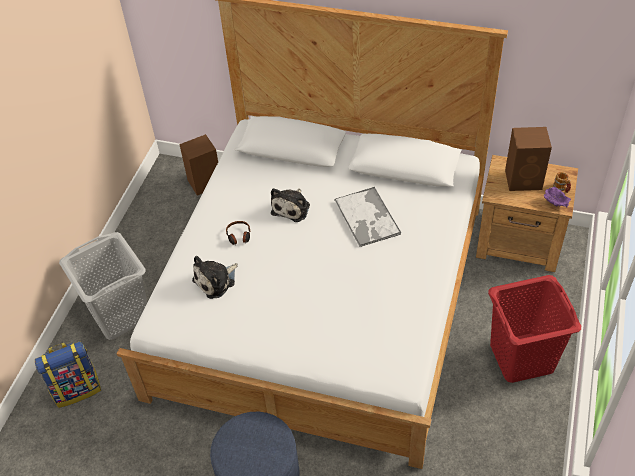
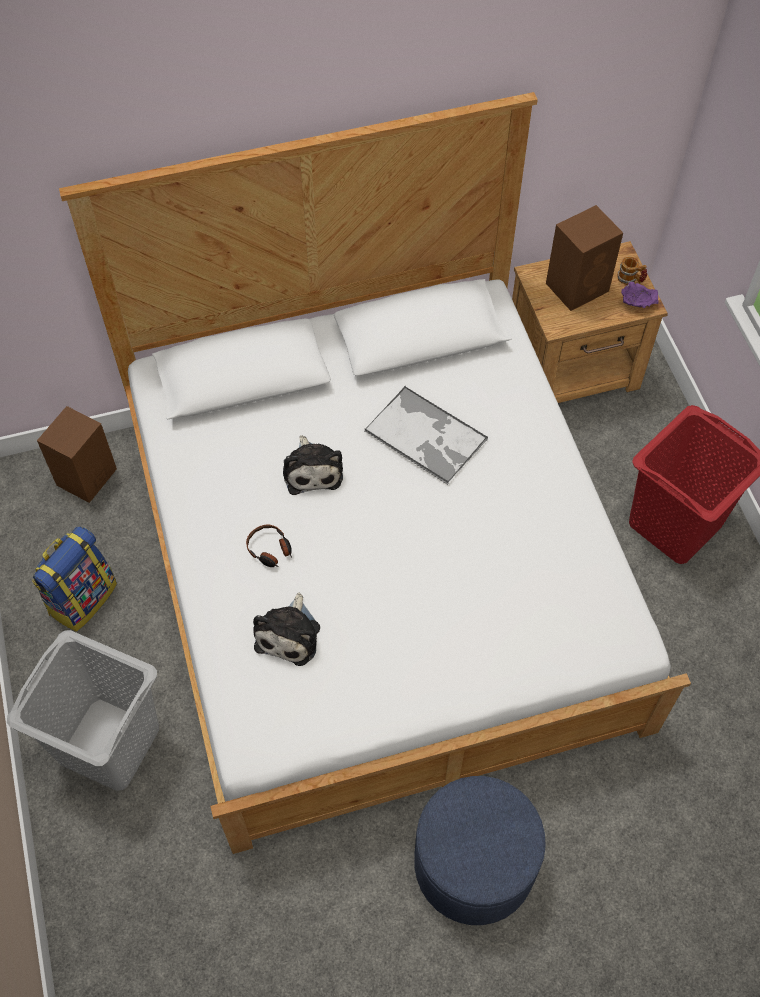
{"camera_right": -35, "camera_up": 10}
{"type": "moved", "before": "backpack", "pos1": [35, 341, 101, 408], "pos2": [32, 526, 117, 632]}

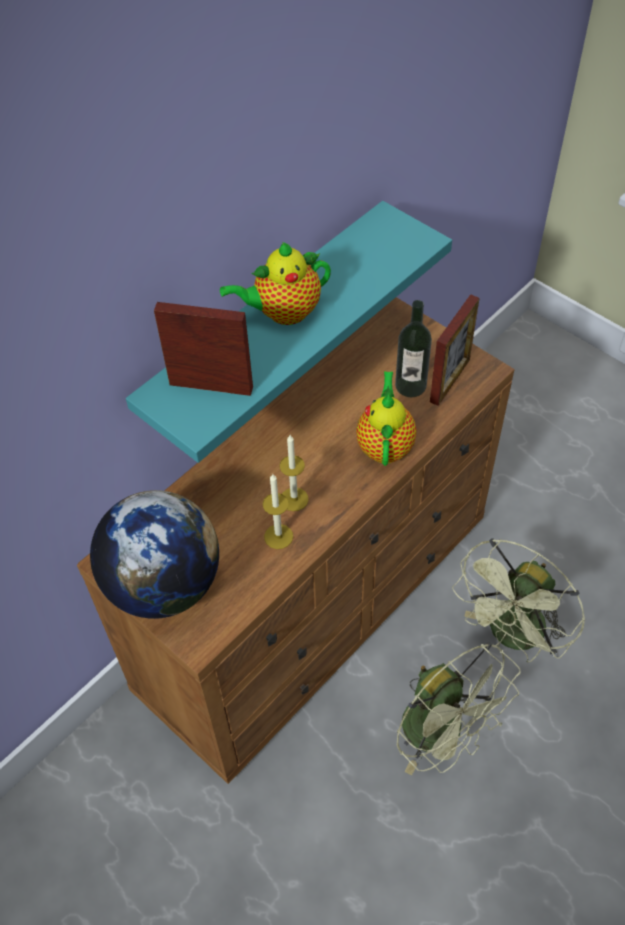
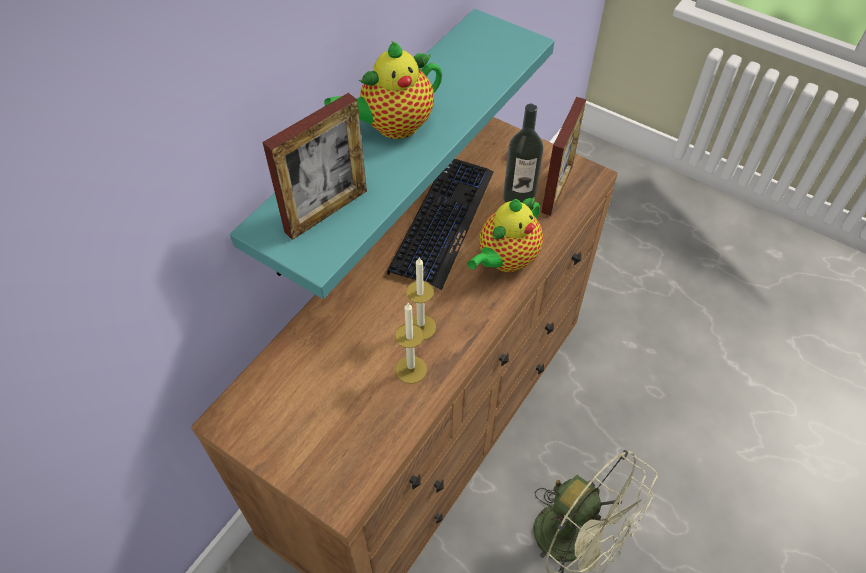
{"camera_right": -10, "camera_up": 0}
{"type": "removed", "before": "desk globe", "pos1": [90, 490, 219, 619]}
{"type": "turned", "before": "picture frame", "pos1": [154, 302, 253, 396], "pos2": [262, 93, 367, 240], "turn": 135}
{"type": "turned", "before": "pot for tea", "pos1": [356, 371, 417, 466], "pos2": [467, 196, 543, 272], "turn": -135}
{"type": "removed", "before": "greenish electric fan", "pos1": [452, 538, 585, 663]}
{"type": "added", "after": "PC keyboard", "pos2": [387, 159, 494, 290]}

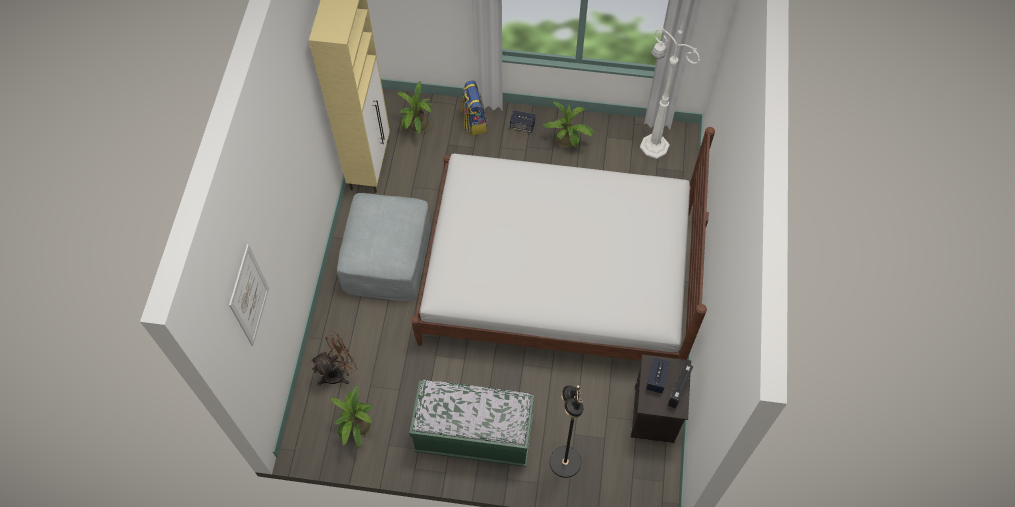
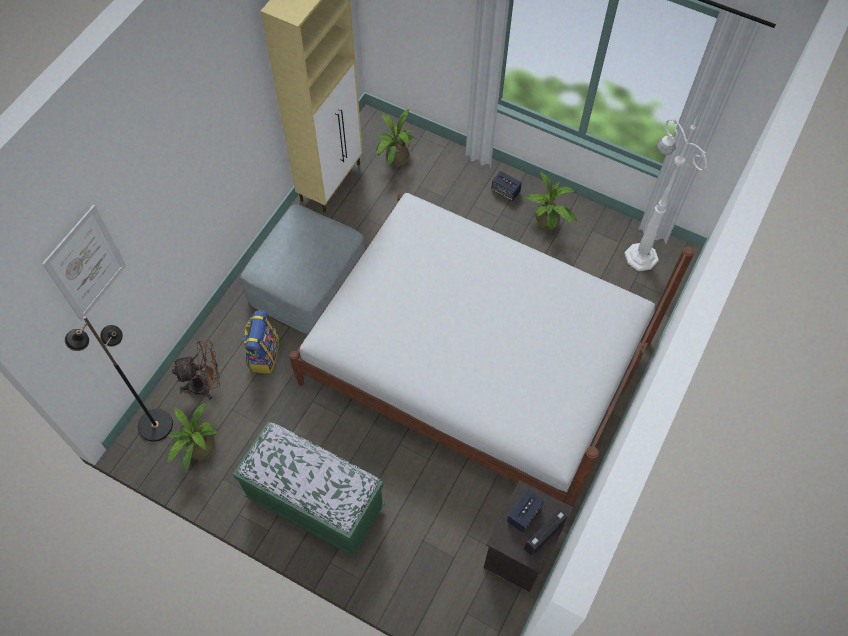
{"camera_right": 20, "camera_up": 0}
{"type": "moved", "before": "backpack", "pos1": [461, 80, 488, 135], "pos2": [243, 311, 279, 374]}
{"type": "moved", "before": "blackish standing lamp", "pos1": [550, 385, 583, 478], "pos2": [65, 316, 173, 442]}

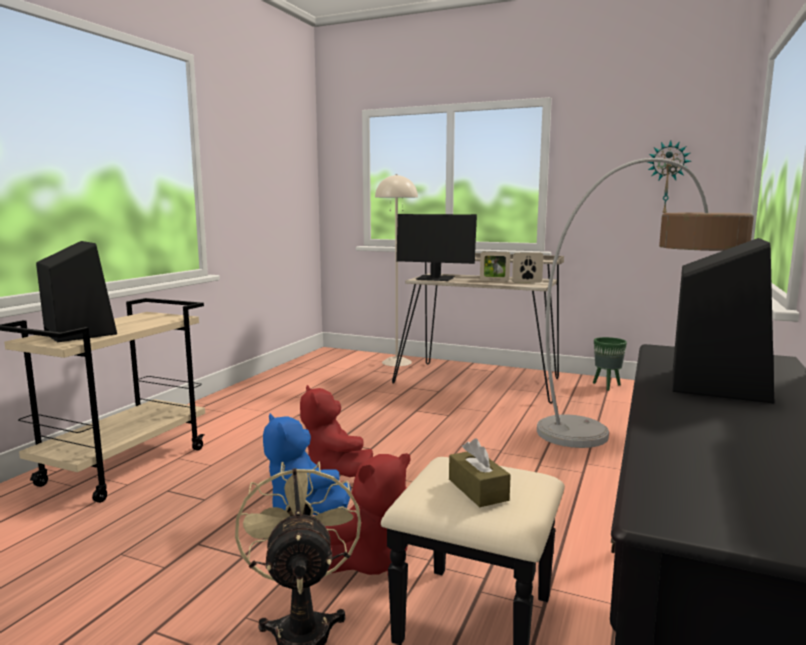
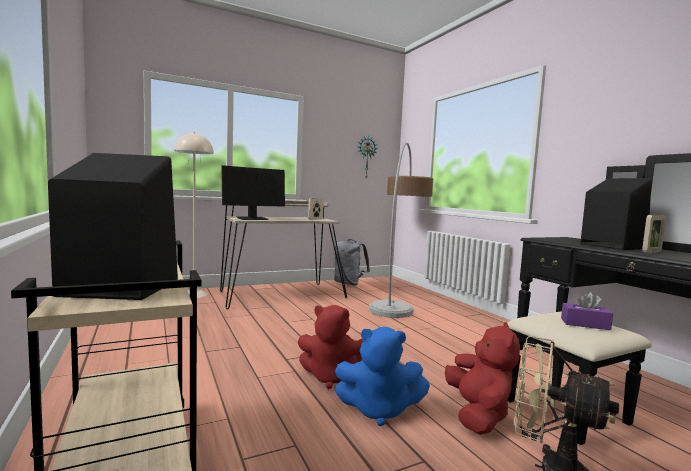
{"camera_right": -50, "camera_up": -5}
{"type": "recoloured", "before": "brown tissue holder", "after": "purplish tissue holder", "pos1": [449, 438, 511, 507], "pos2": [561, 292, 613, 330]}
{"type": "moved", "before": "picture frame", "pos1": [480, 251, 510, 282], "pos2": [642, 215, 666, 253]}
{"type": "replaced", "before": "greenish plant pot", "after": "grey backpack", "pos1": [593, 337, 627, 391], "pos2": [334, 239, 370, 285]}

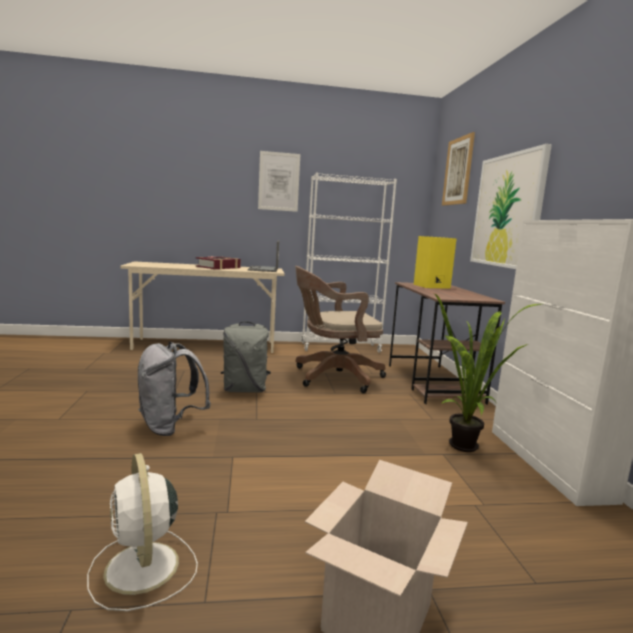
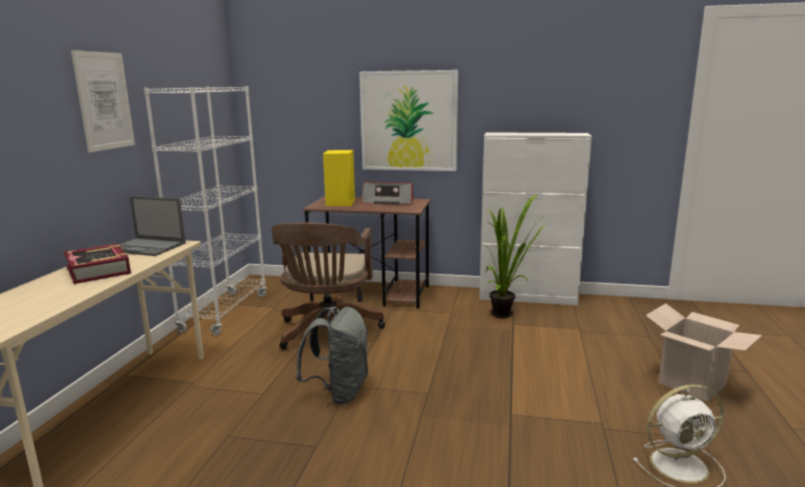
{"camera_right": -70, "camera_up": 5}
{"type": "removed", "before": "grey backpack", "pos1": [138, 342, 211, 436]}
{"type": "removed", "before": "wall art", "pos1": [442, 132, 475, 206]}
{"type": "added", "after": "radio", "pos2": [361, 182, 413, 205]}

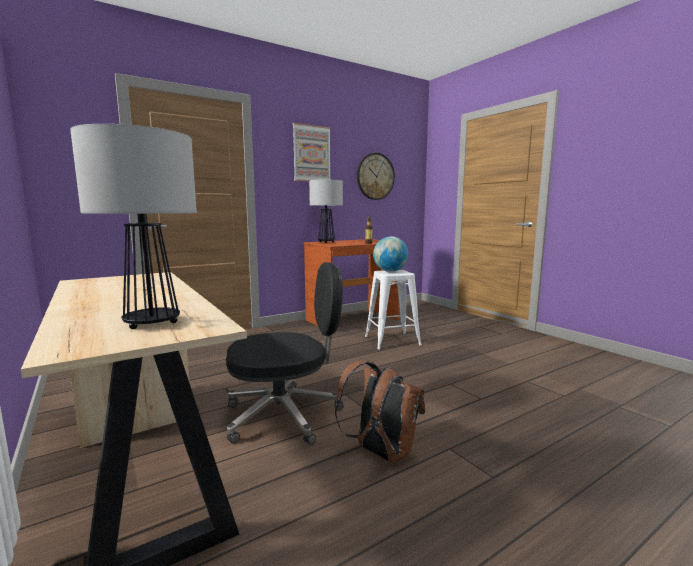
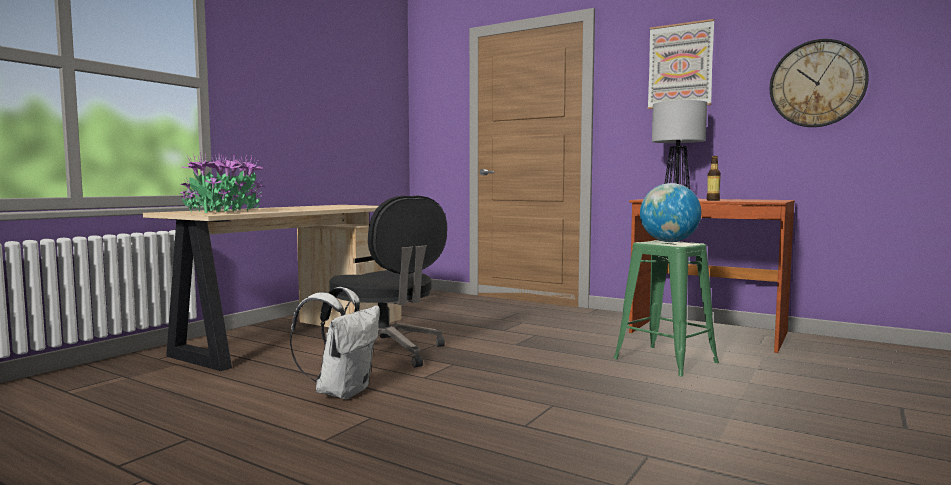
{"camera_right": 65, "camera_up": -5}
{"type": "replaced", "before": "lamp for a table", "after": "houseplant", "pos1": [70, 124, 197, 329], "pos2": [179, 152, 266, 213]}
{"type": "recoloured", "before": "brown backpack", "after": "white-coloured backpack", "pos1": [335, 361, 425, 463], "pos2": [290, 287, 380, 400]}
{"type": "recoloured", "before": "white-coloured sitting stool", "after": "greenish sitting stool", "pos1": [365, 270, 422, 349], "pos2": [614, 240, 719, 377]}

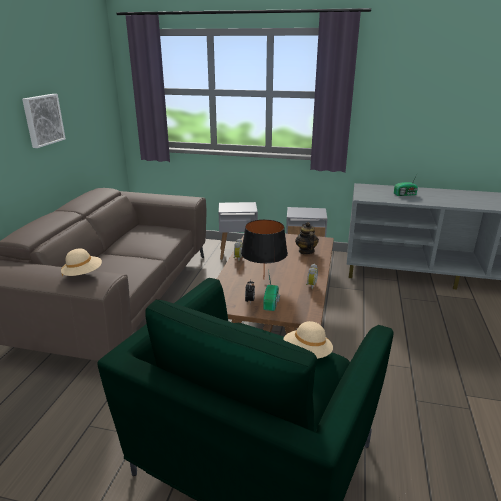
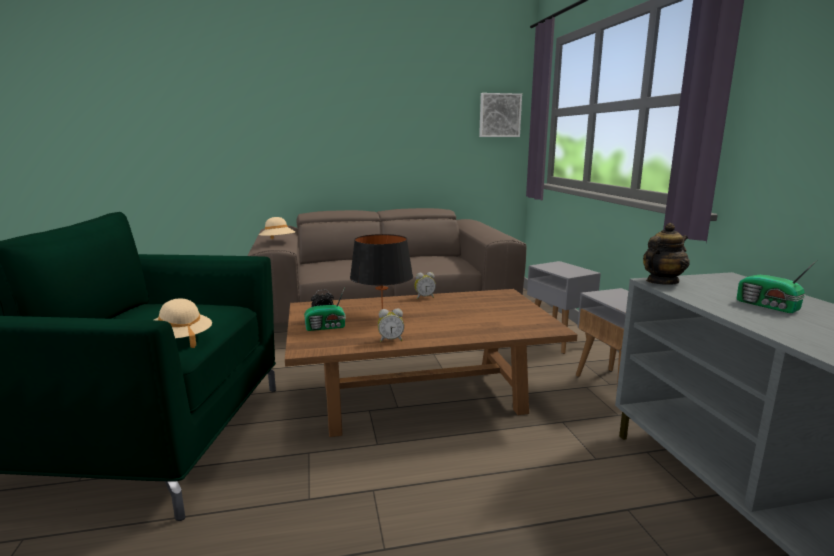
{"camera_right": 65, "camera_up": -10}
{"type": "moved", "before": "wall art", "pos1": [22, 94, 66, 148], "pos2": [479, 93, 522, 137]}
{"type": "moved", "before": "pot for tea", "pos1": [295, 222, 319, 255], "pos2": [643, 223, 690, 285]}

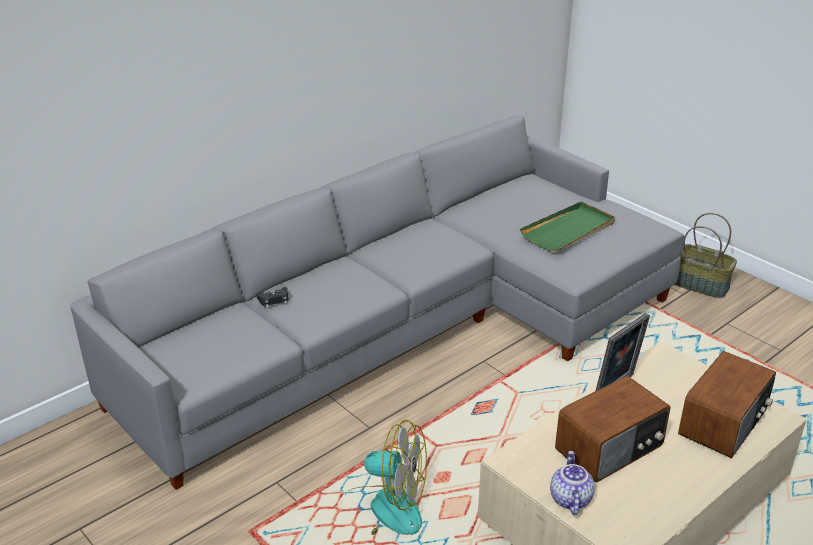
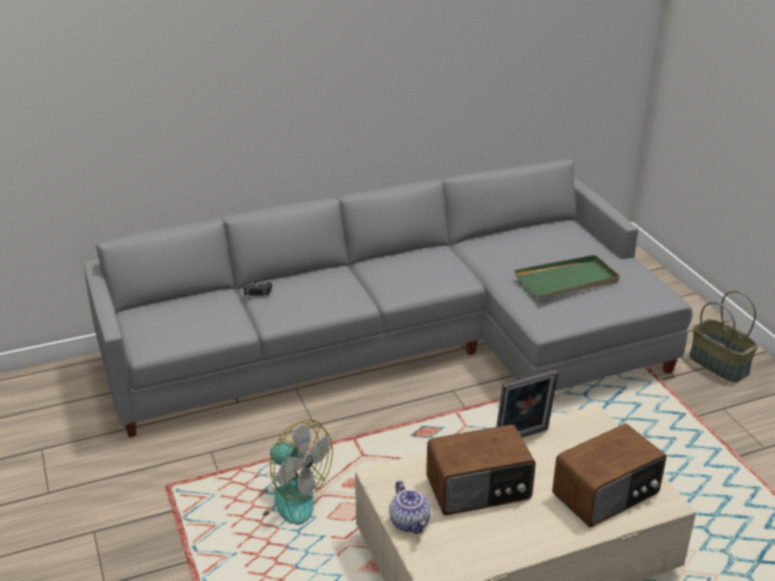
{"camera_right": 20, "camera_up": 0}
{"type": "turned", "before": "pot for tea", "pos1": [550, 451, 595, 515], "pos2": [389, 481, 431, 534], "turn": 135}

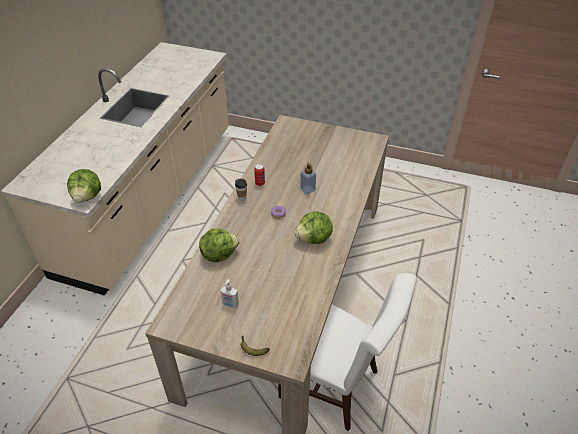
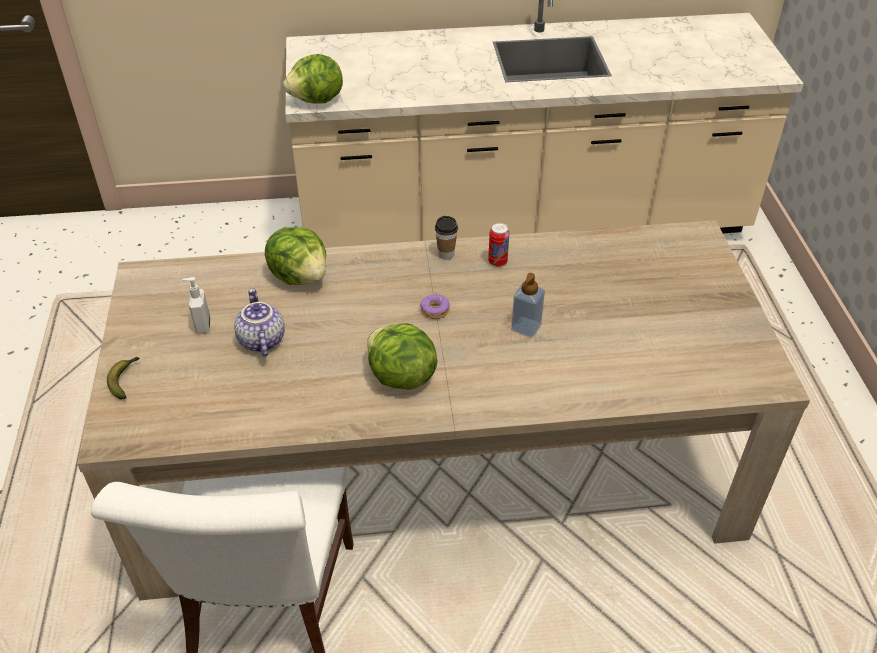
{"camera_right": 65, "camera_up": 0}
{"type": "added", "after": "pot for tea", "pos2": [234, 288, 285, 357]}

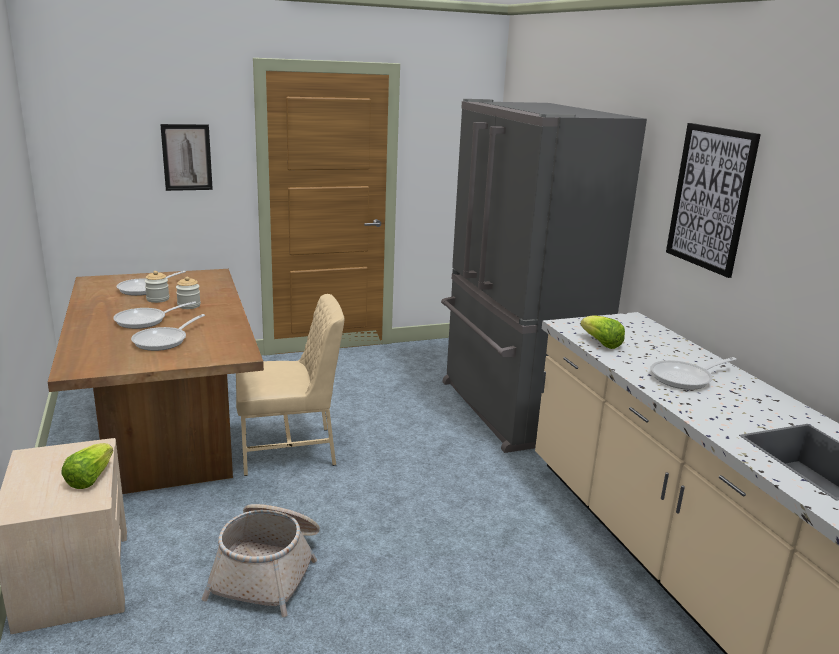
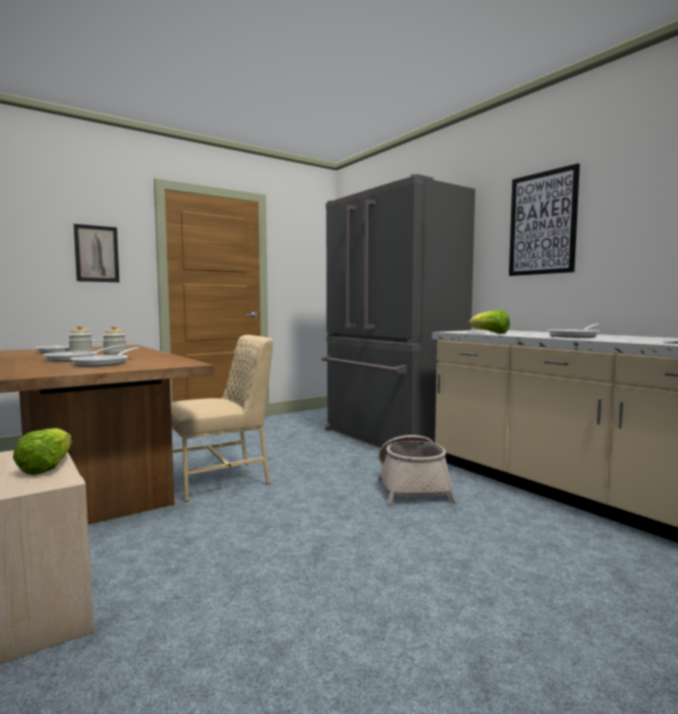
{"camera_right": -15, "camera_up": -15}
{"type": "moved", "before": "storage basket", "pos1": [202, 504, 320, 617], "pos2": [378, 435, 457, 504]}

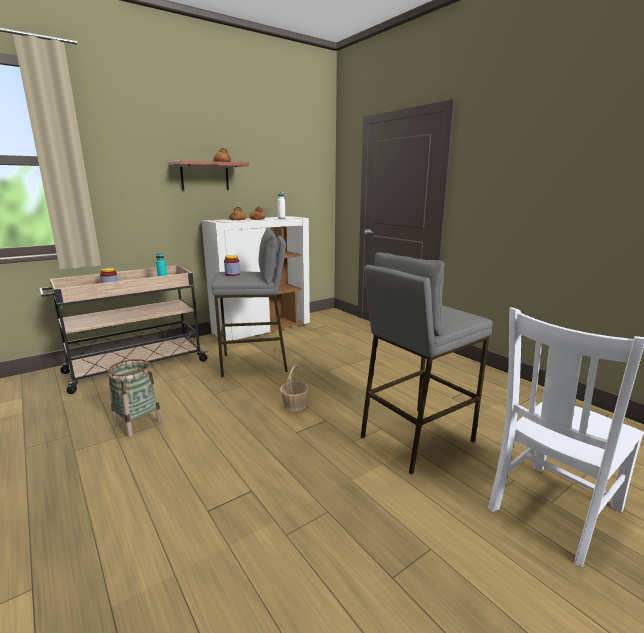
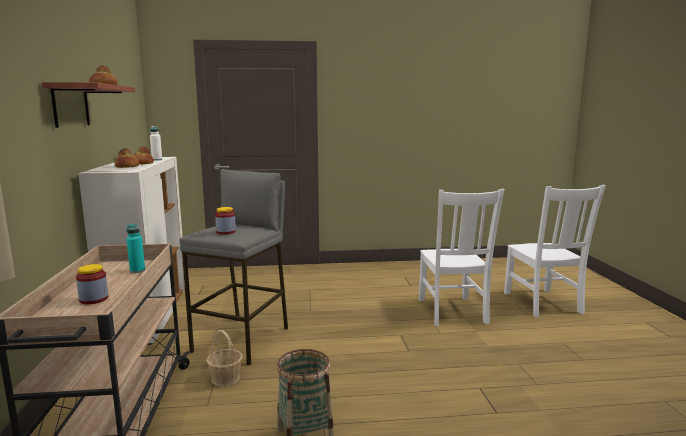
{"camera_right": -60, "camera_up": -5}
{"type": "moved", "before": "storage basket", "pos1": [280, 365, 309, 412], "pos2": [206, 330, 243, 386]}
{"type": "replaced", "before": "grey sitting stool", "after": "white-coloured plain chair", "pos1": [361, 252, 493, 475], "pos2": [418, 189, 504, 326]}

